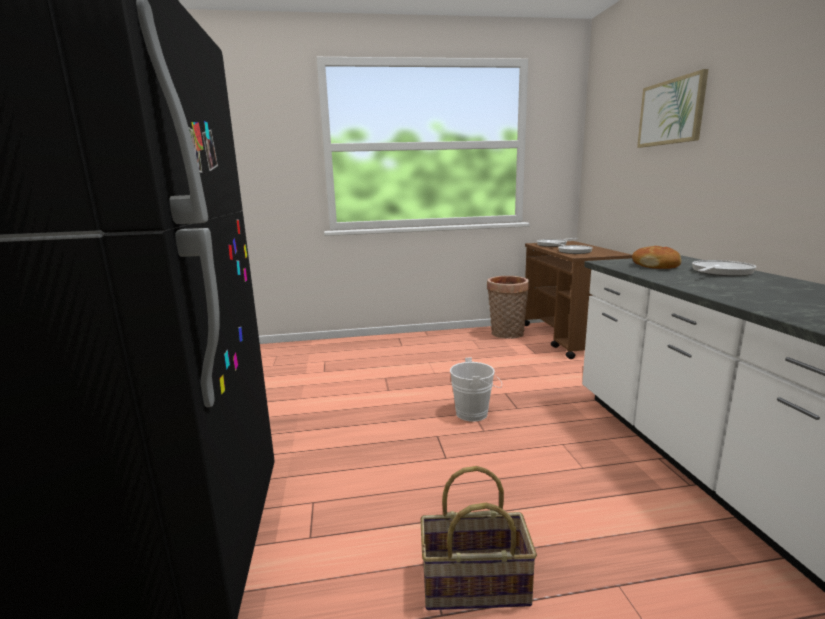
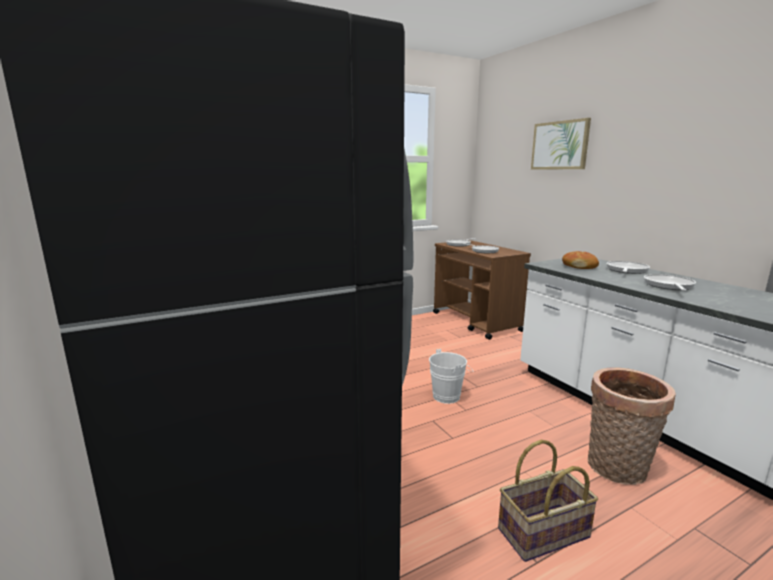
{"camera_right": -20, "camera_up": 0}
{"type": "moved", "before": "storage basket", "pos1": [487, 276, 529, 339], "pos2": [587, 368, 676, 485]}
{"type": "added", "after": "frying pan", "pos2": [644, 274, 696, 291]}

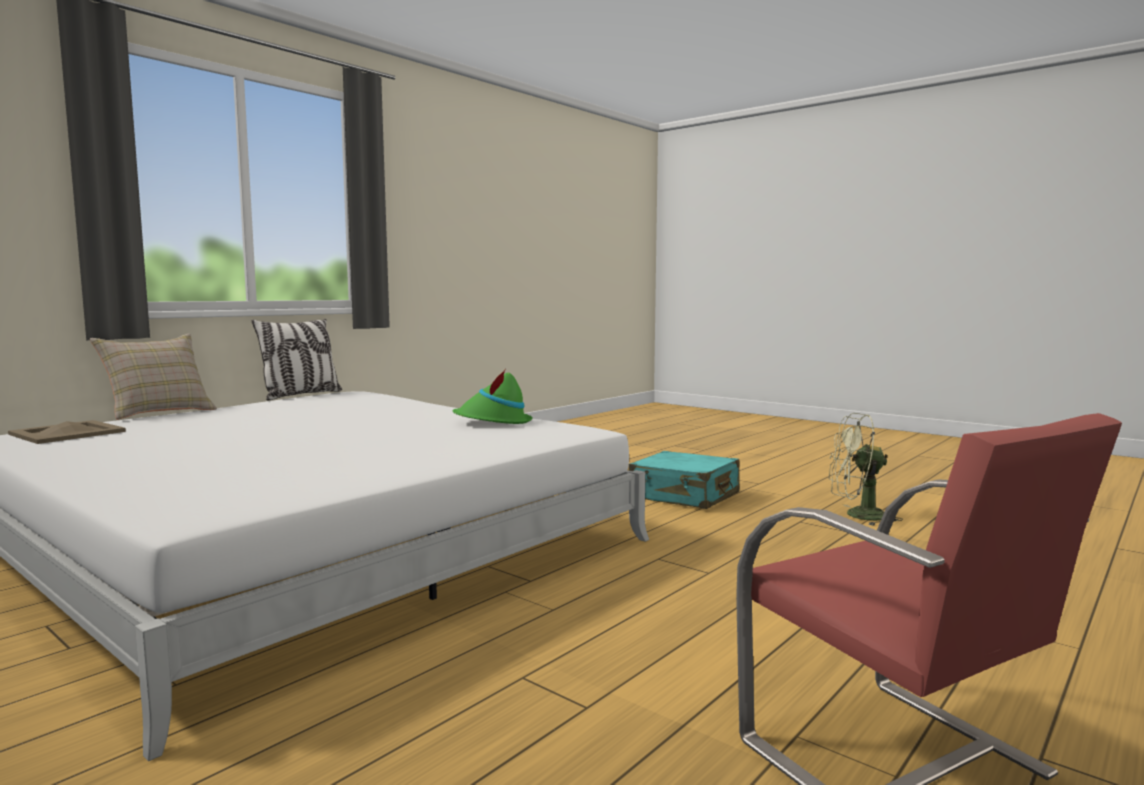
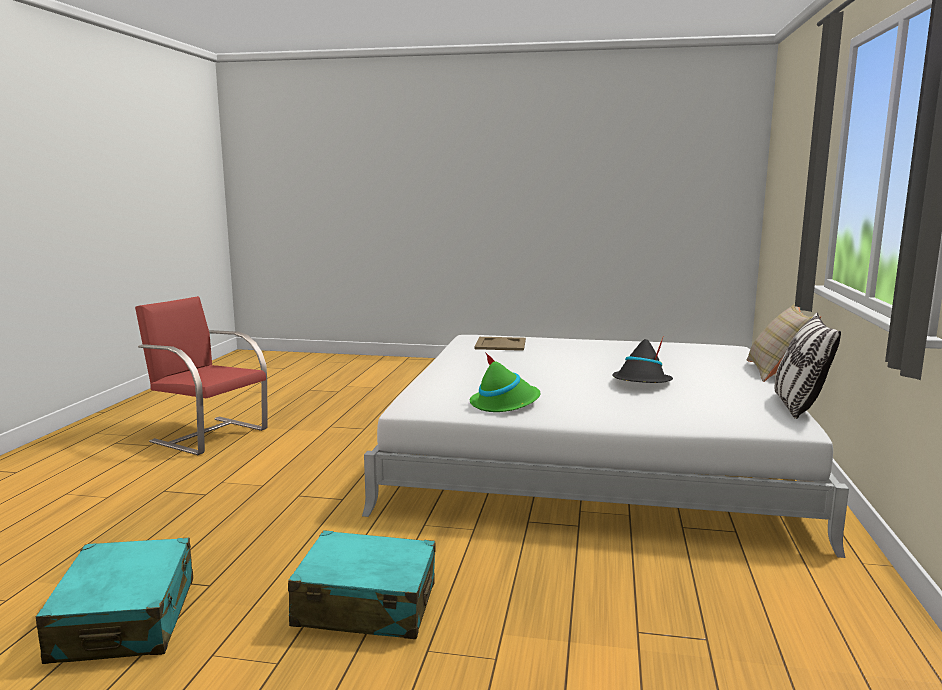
{"camera_right": 150, "camera_up": 5}
{"type": "moved", "before": "beige-coloured carrying tray", "pos1": [8, 420, 126, 444], "pos2": [474, 337, 526, 351]}
{"type": "replaced", "before": "greenish electric fan", "after": "turquoise-coloured piece of luggage", "pos1": [829, 413, 903, 526], "pos2": [36, 538, 193, 664]}
{"type": "added", "after": "blackish wearable hat", "pos2": [612, 338, 673, 383]}

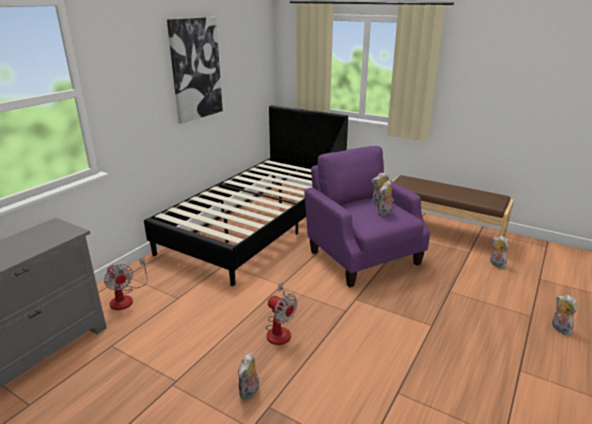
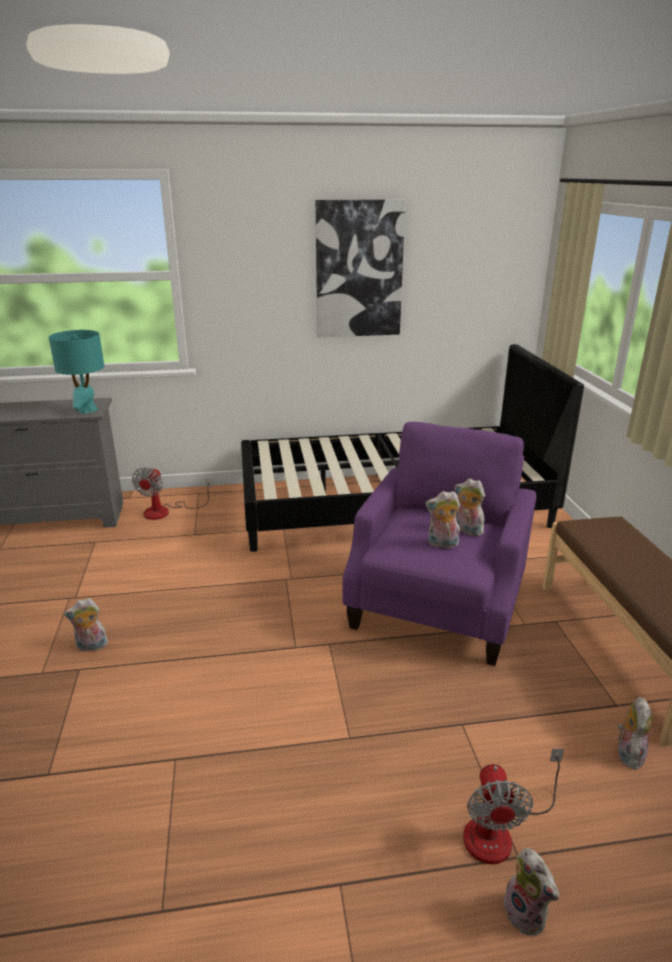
{"camera_right": 50, "camera_up": 0}
{"type": "moved", "before": "electric fan", "pos1": [266, 282, 297, 345], "pos2": [463, 749, 564, 864]}
{"type": "turned", "before": "cuddly toy", "pos1": [552, 295, 577, 335], "pos2": [502, 848, 559, 936], "turn": 120}
{"type": "added", "after": "turquoise-coloured lamp for a table", "pos2": [49, 330, 105, 414]}

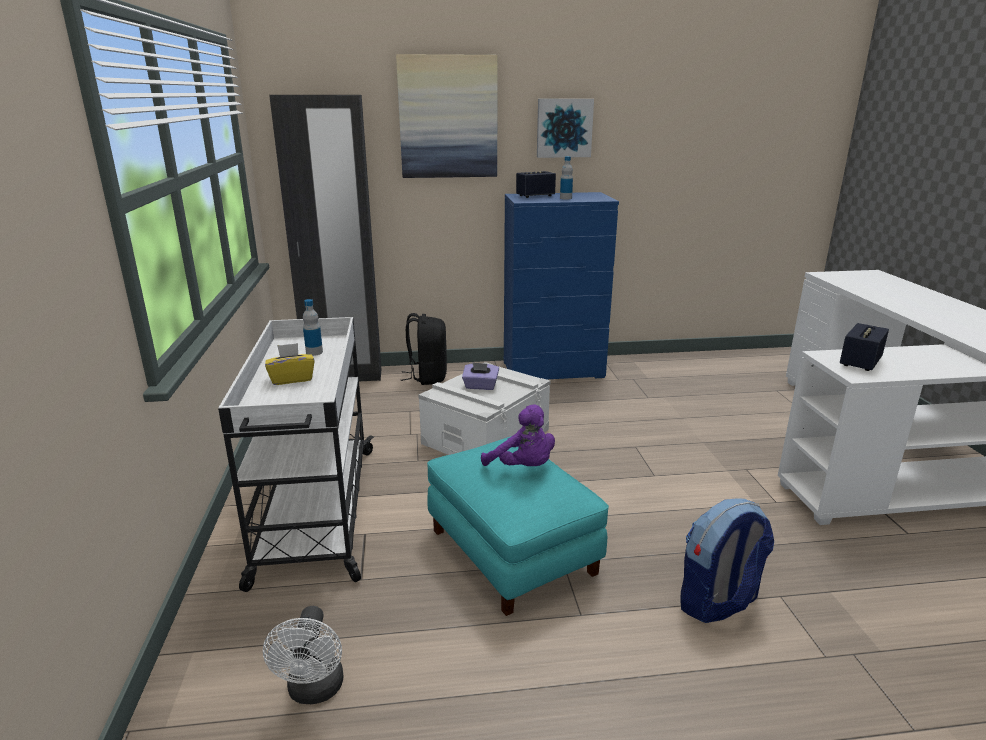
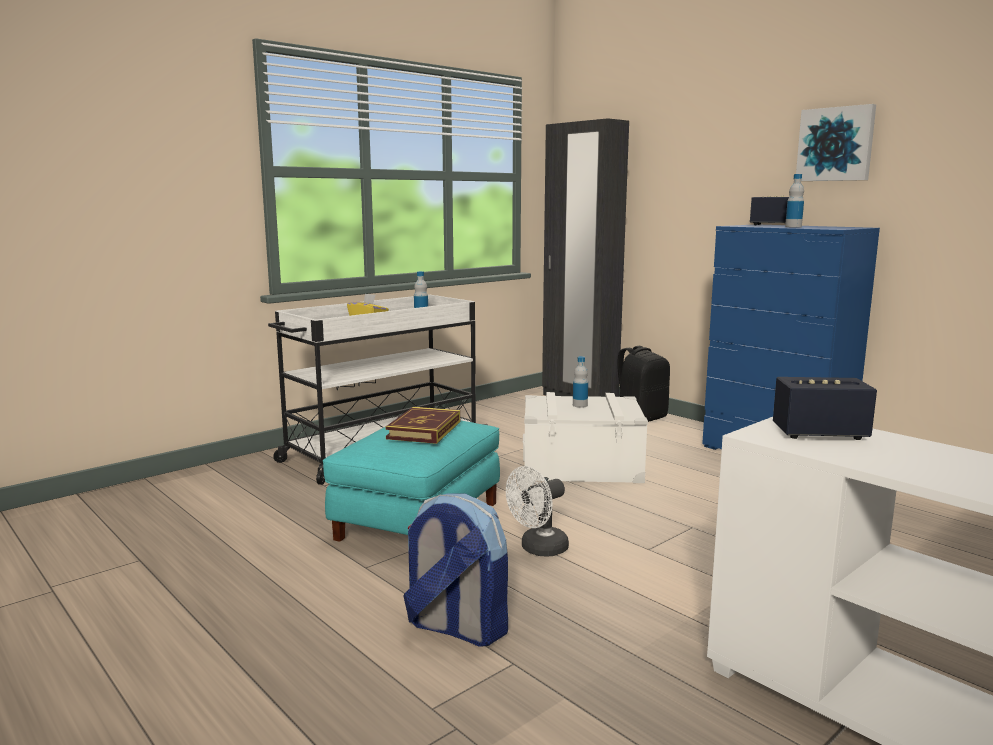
{"camera_right": 55, "camera_up": -10}
{"type": "moved", "before": "white-coloured electric fan", "pos1": [263, 606, 344, 704], "pos2": [506, 466, 569, 556]}
{"type": "removed", "before": "wall art", "pos1": [396, 54, 498, 178]}
{"type": "replaced", "before": "purplish tissue holder", "after": "drink bottle", "pos1": [462, 362, 499, 390], "pos2": [573, 356, 588, 408]}
{"type": "replaced", "before": "purplish cuddly toy", "after": "book", "pos1": [481, 404, 555, 466], "pos2": [385, 407, 460, 444]}

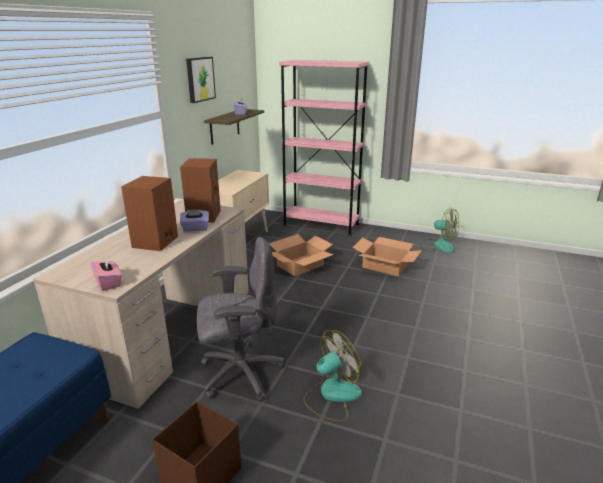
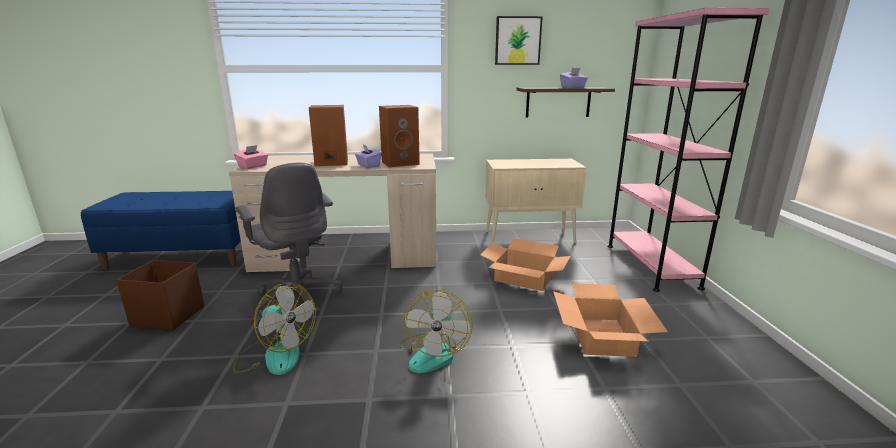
{"camera_right": 65, "camera_up": -5}
{"type": "moved", "before": "electric fan", "pos1": [420, 208, 459, 253], "pos2": [399, 289, 473, 373]}

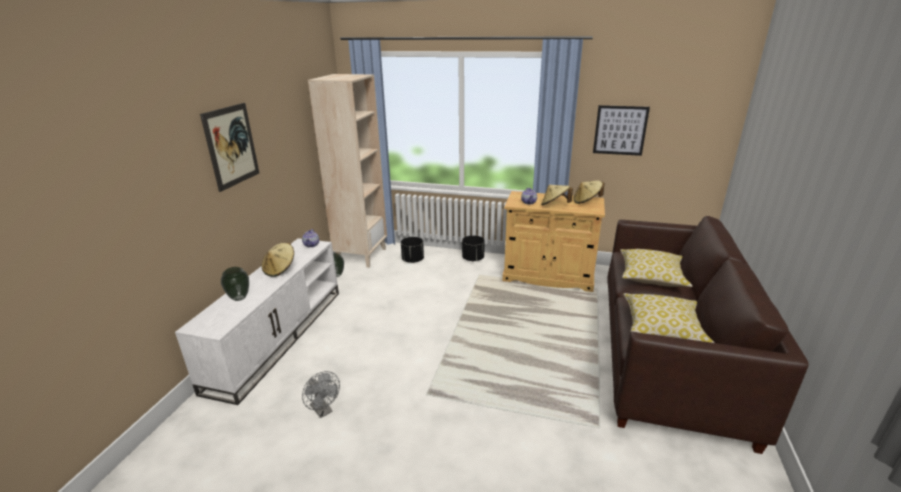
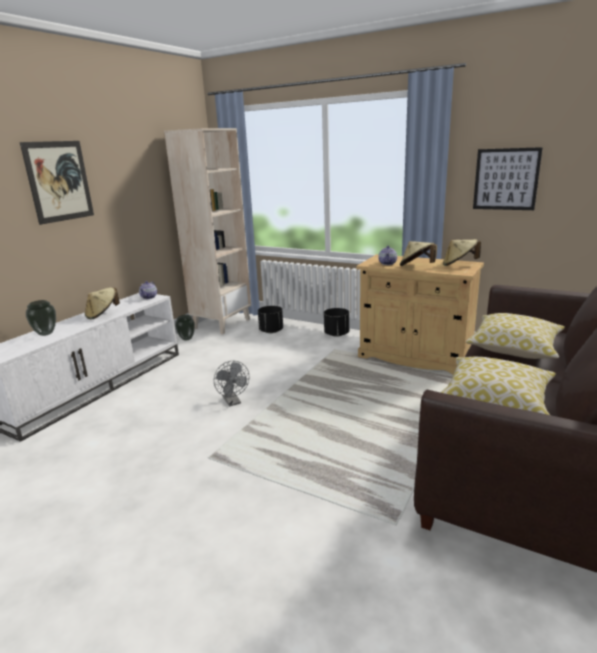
{"camera_right": 15, "camera_up": -5}
{"type": "moved", "before": "grey electric fan", "pos1": [302, 371, 340, 418], "pos2": [214, 361, 249, 407]}

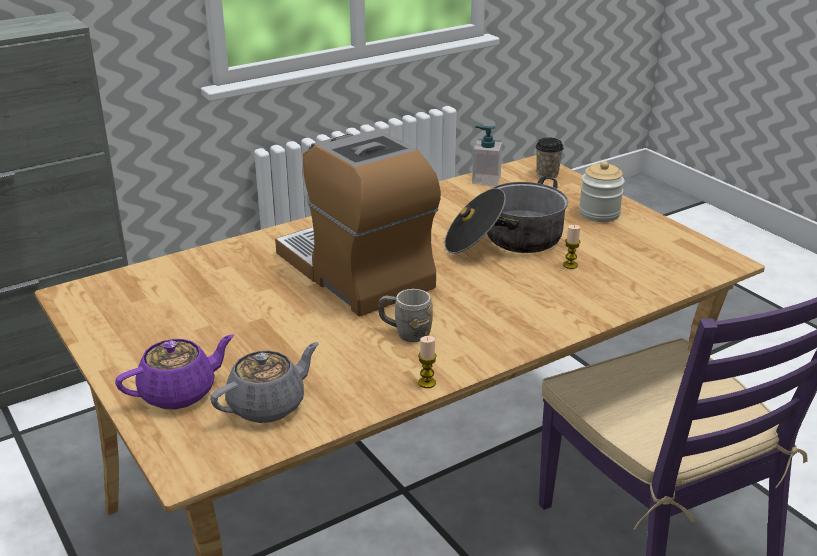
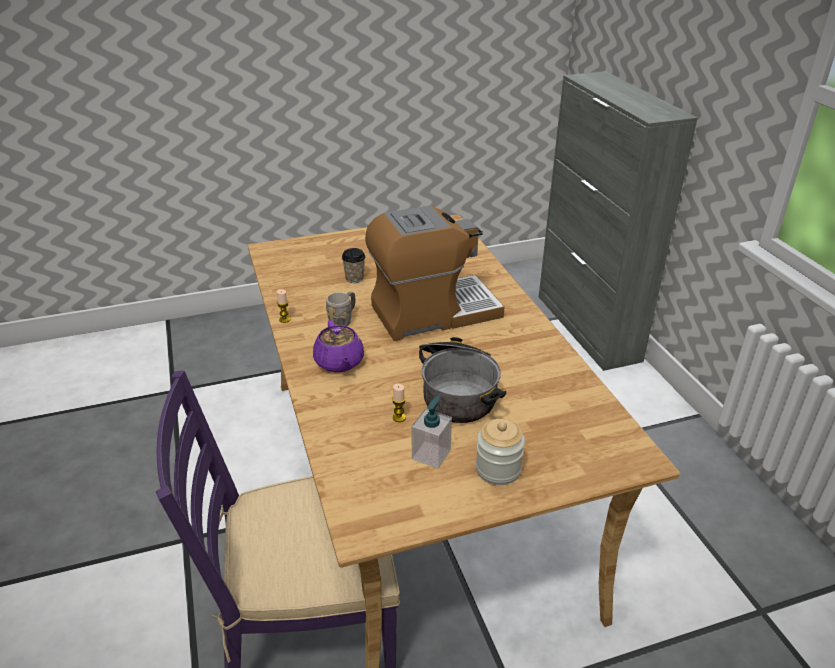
{"camera_right": 105, "camera_up": 5}
{"type": "moved", "before": "purplish pot for tea", "pos1": [115, 334, 234, 409], "pos2": [313, 320, 364, 372]}
{"type": "removed", "before": "grey pot for tea", "pos1": [210, 342, 319, 423]}
{"type": "moved", "before": "soap bottle", "pos1": [472, 125, 502, 186], "pos2": [412, 396, 452, 469]}
{"type": "moved", "before": "small cup", "pos1": [535, 138, 564, 178], "pos2": [342, 248, 365, 283]}

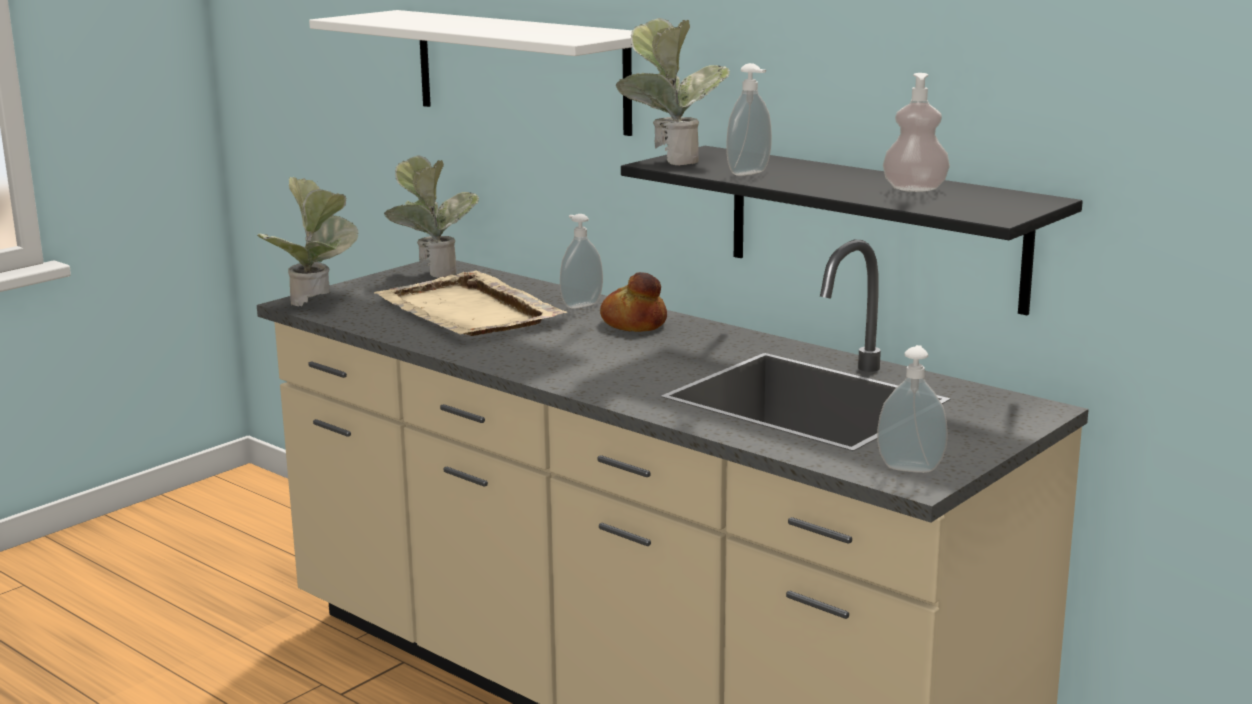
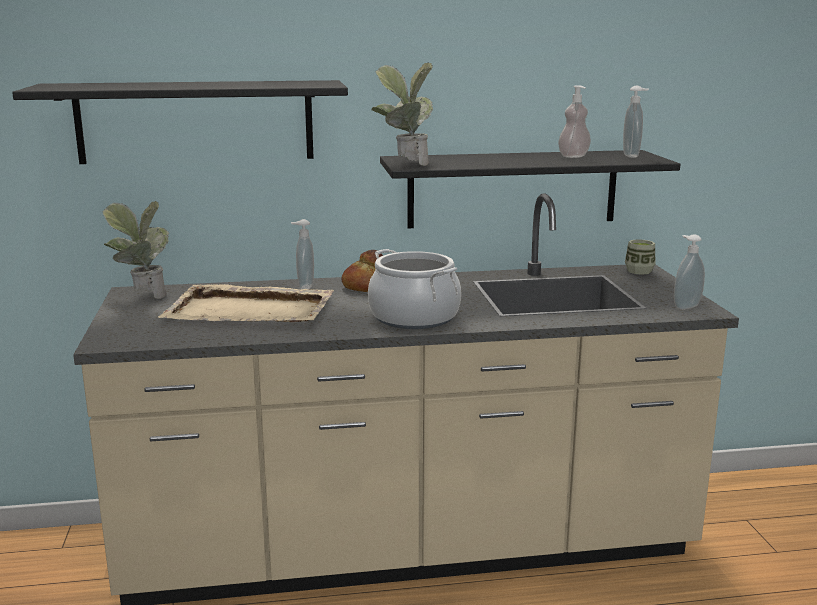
{"camera_right": -50, "camera_up": 0}
{"type": "removed", "before": "houseplant", "pos1": [257, 177, 359, 306]}
{"type": "recoloured", "before": "white-coloured wall shelf", "after": "blackish wall shelf", "pos1": [309, 10, 632, 136], "pos2": [12, 80, 348, 164]}
{"type": "moved", "before": "soap bottle", "pos1": [726, 63, 772, 176], "pos2": [623, 85, 649, 158]}
{"type": "added", "after": "saucepot", "pos2": [368, 249, 461, 329]}
{"type": "added", "after": "small cup", "pos2": [625, 239, 655, 275]}

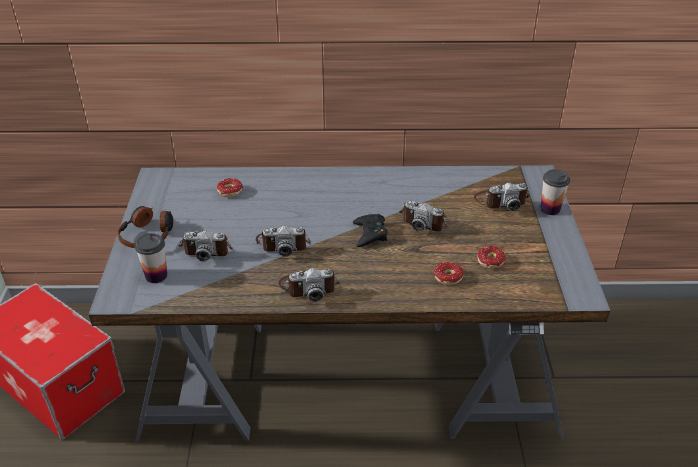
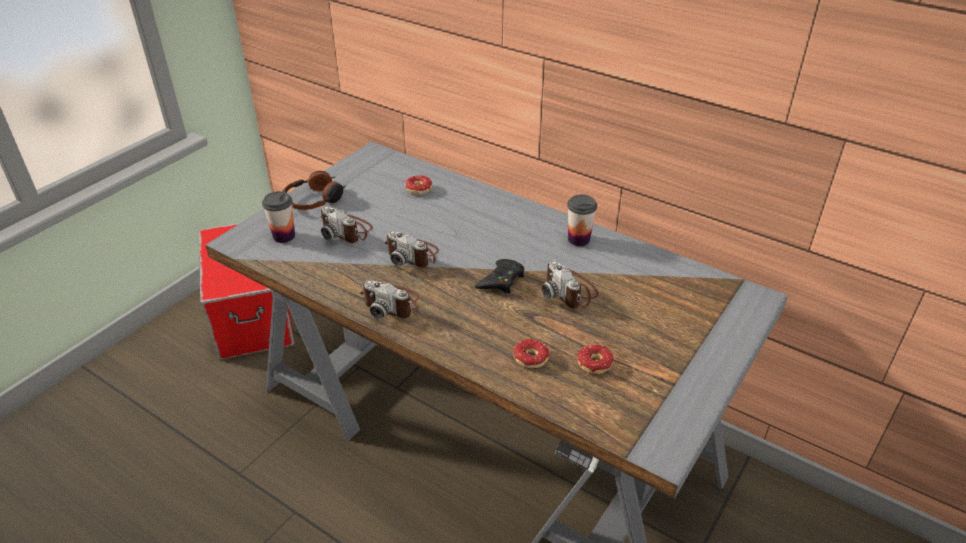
{"camera_right": 35, "camera_up": 0}
{"type": "removed", "before": "photo camera", "pos1": [474, 182, 530, 211]}
{"type": "moved", "before": "small cup", "pos1": [540, 169, 570, 215], "pos2": [567, 194, 597, 246]}

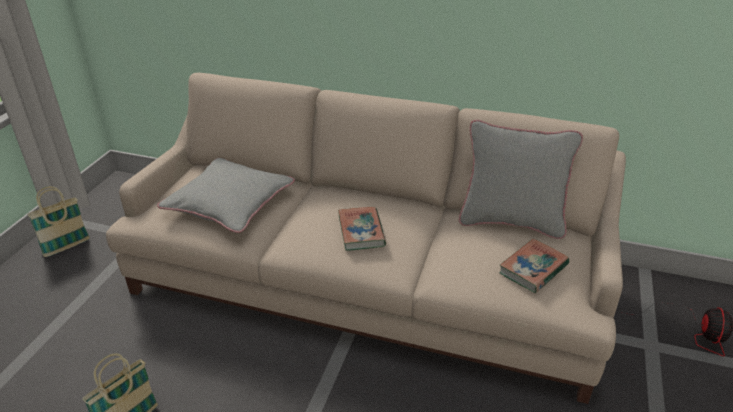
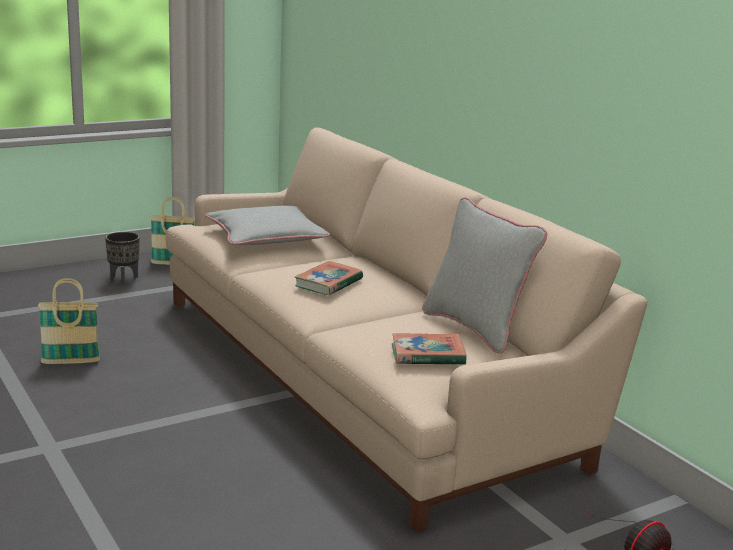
{"camera_right": 40, "camera_up": -15}
{"type": "added", "after": "blackish plant pot", "pos2": [105, 232, 140, 285]}

